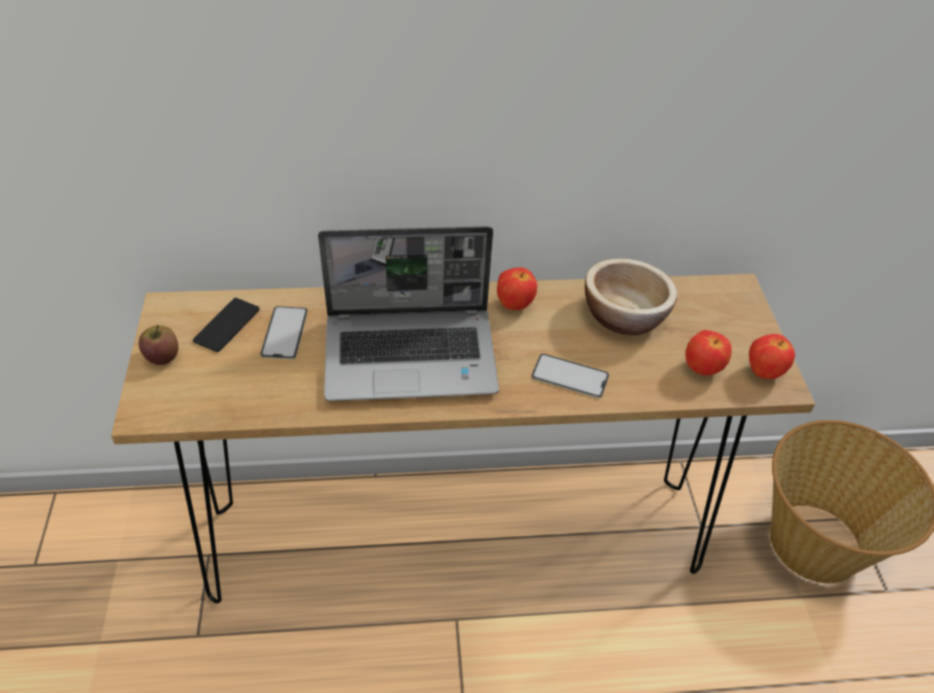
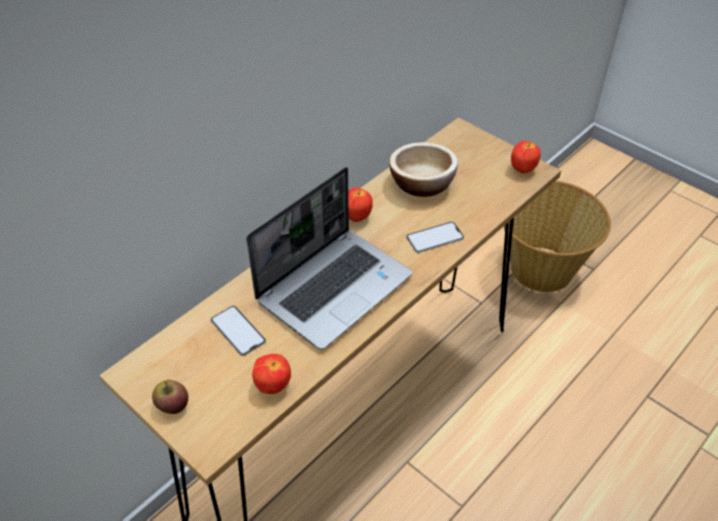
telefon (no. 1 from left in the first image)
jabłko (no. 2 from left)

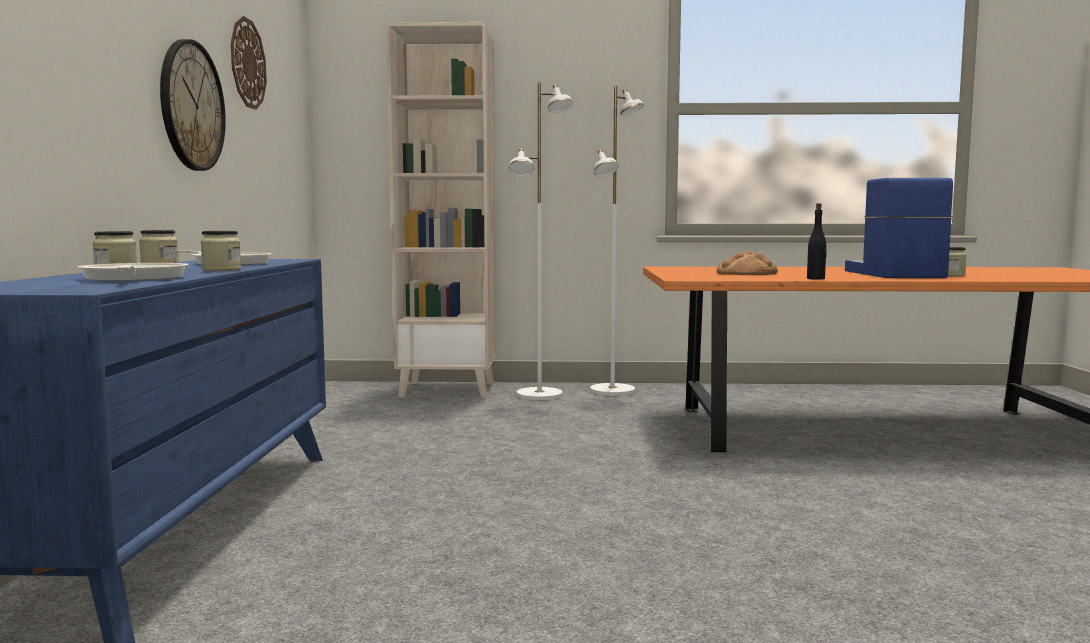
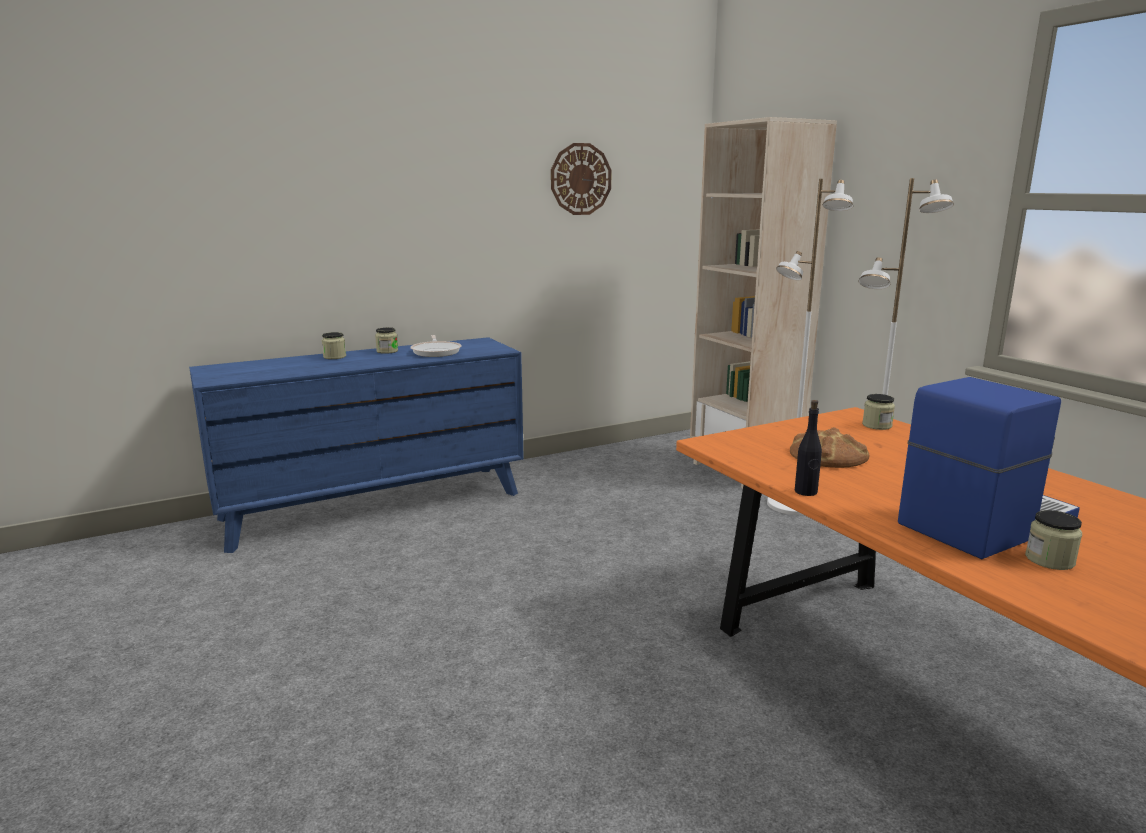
patelnia (no. 1 from left in the first image)
zegar ścienny (no. 1 from left in the first image)
słoik (no. 3 from left)

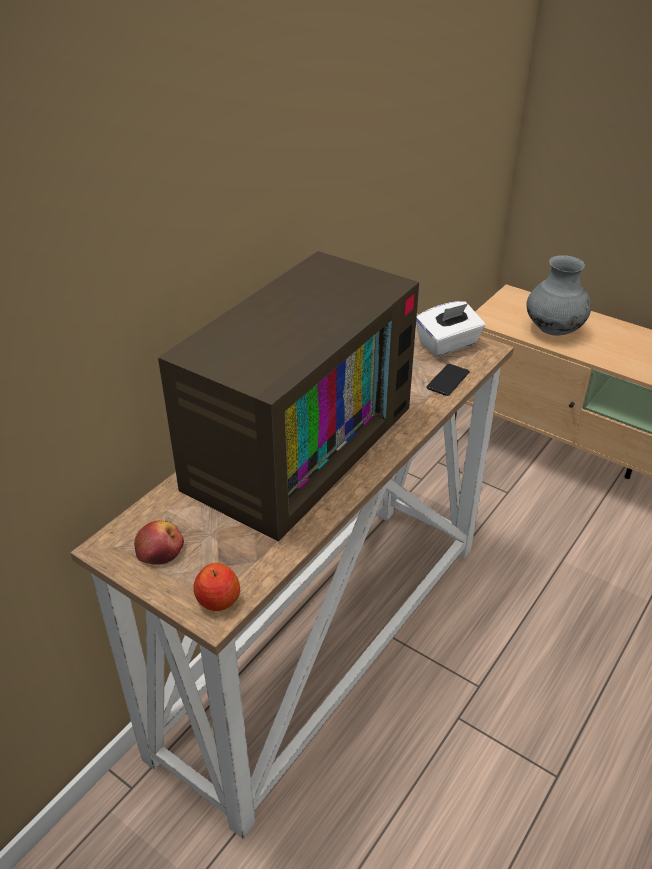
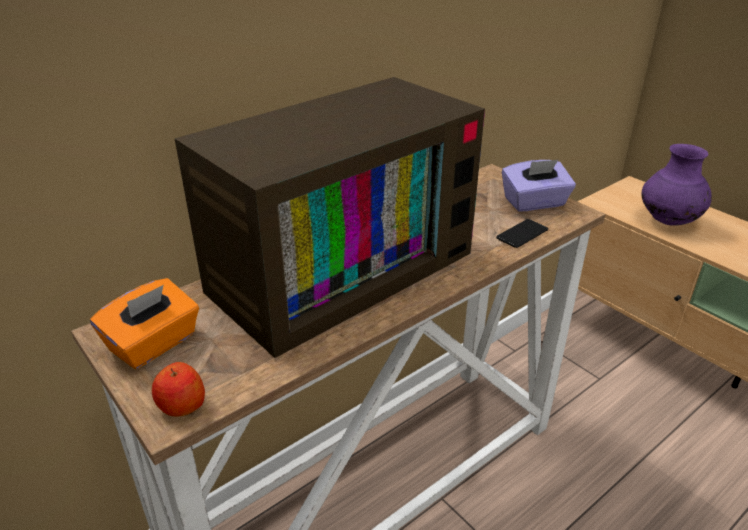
pudełko chusteczek [pomarańczowy]
pudełko chusteczek [fioletowy]
wazon [fioletowy]

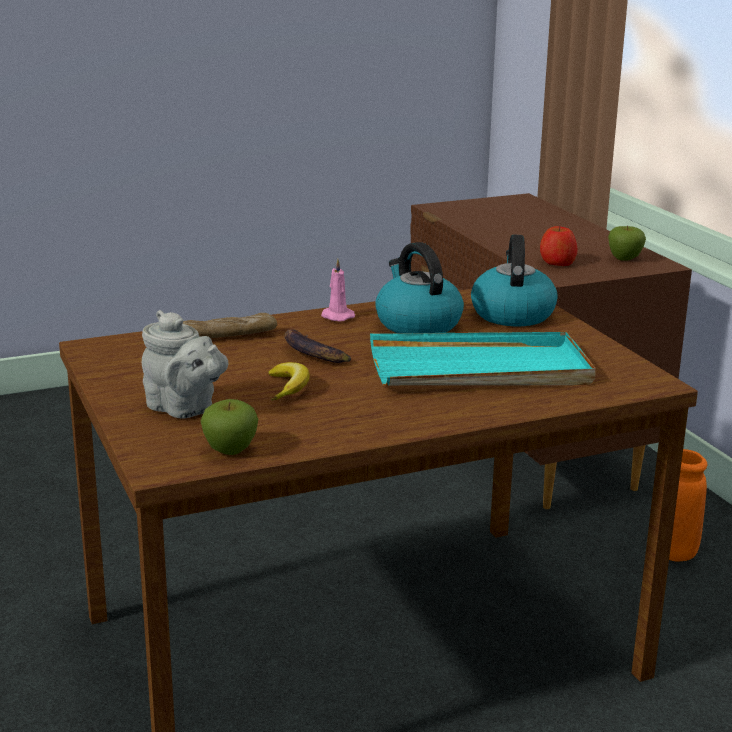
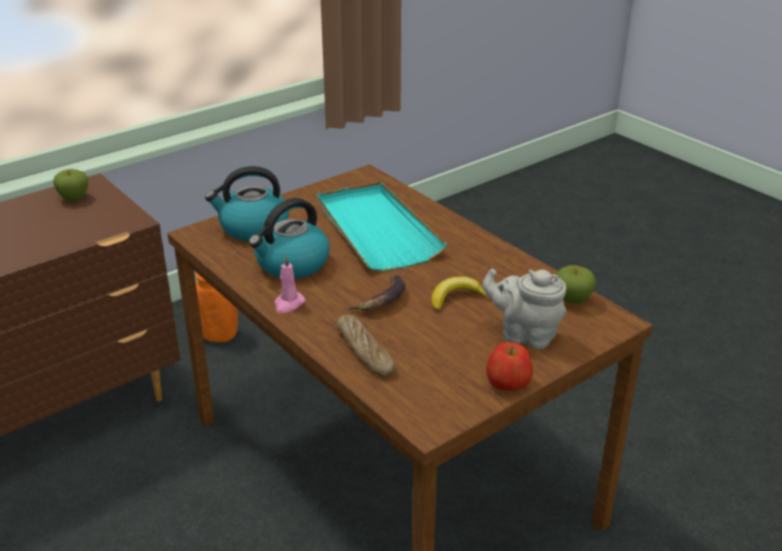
imbryk [szary]
jabłko (no. 2 from left)

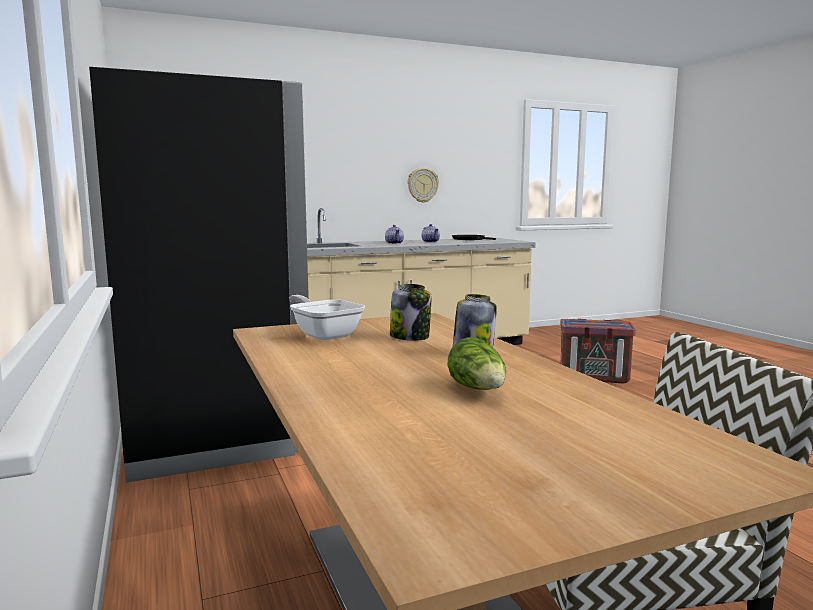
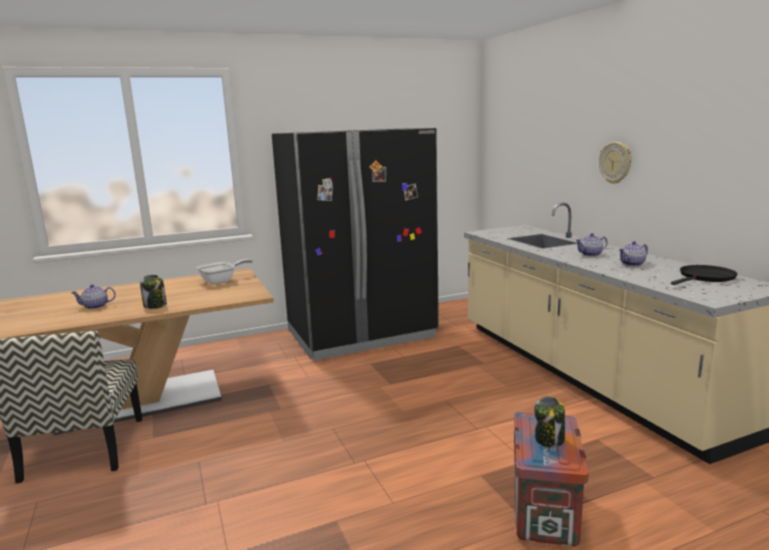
słoik (no. 2 from left)
zegar ścienny
imbryk (no. 1 from left)

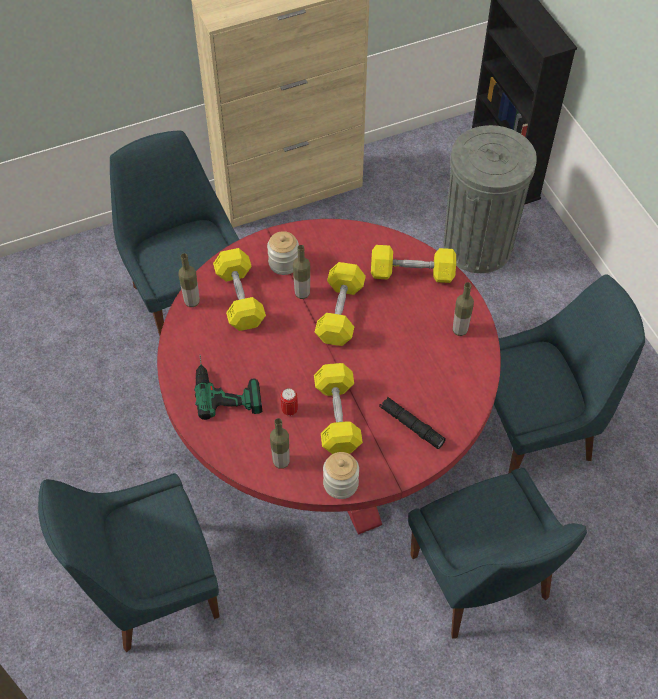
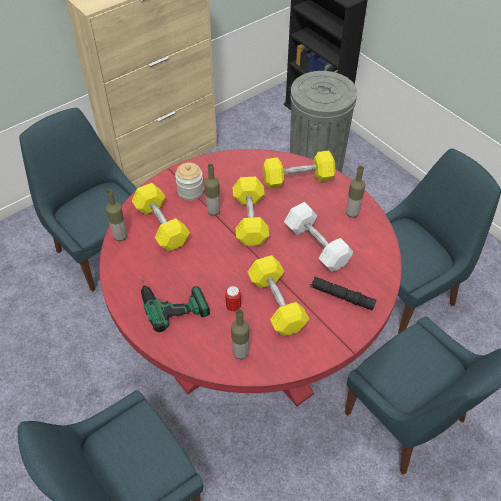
słoik (no. 2 from left in the first image)
hantel [biały]

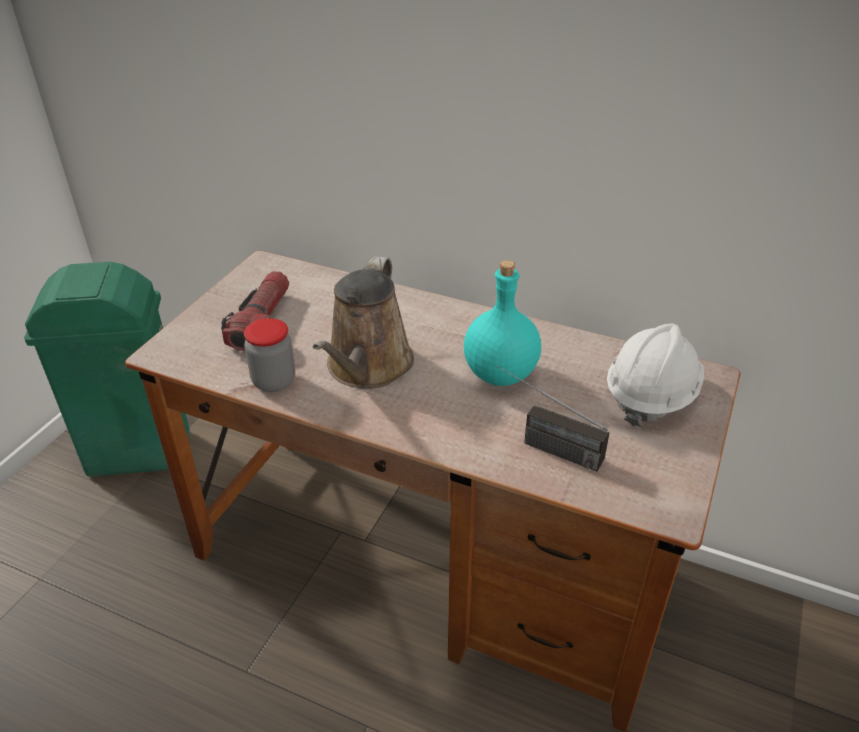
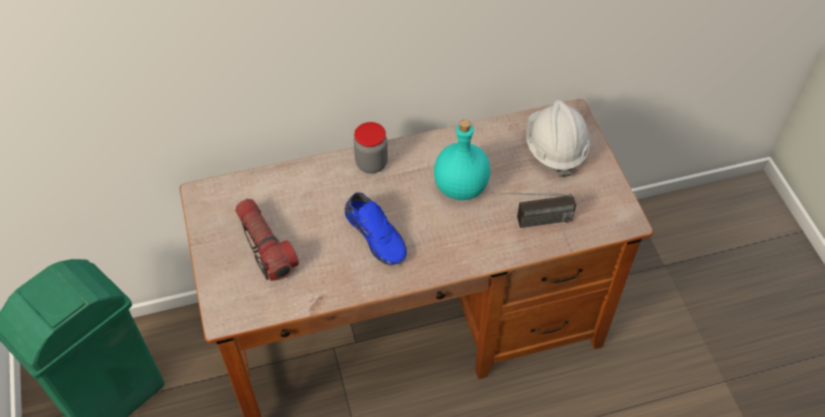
słoik
but [niebieski]

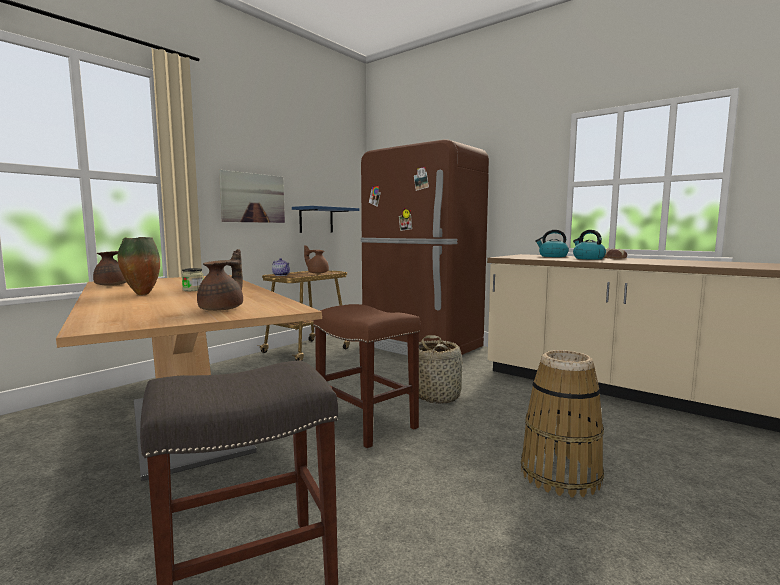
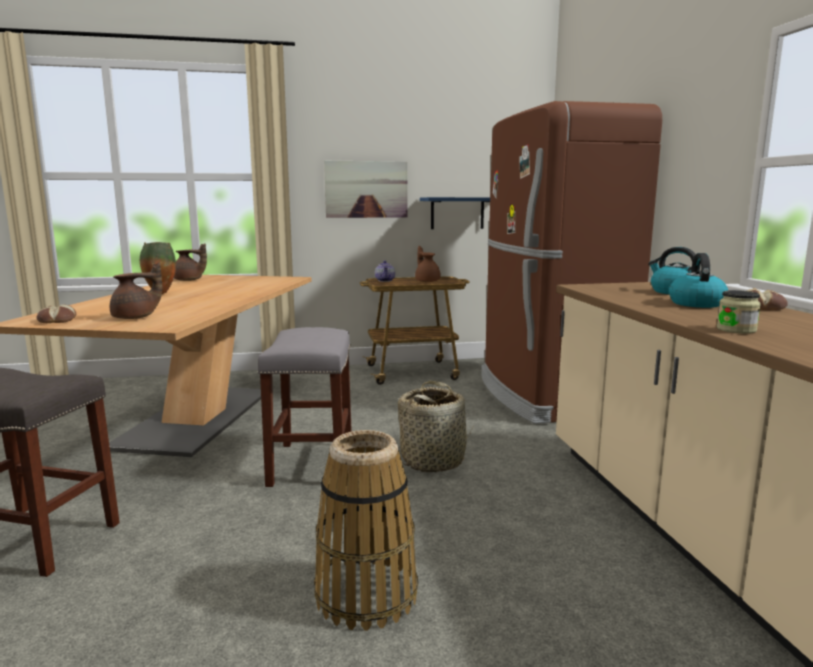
słoik
stołek [szary] (no. 2 from left)
chleb (no. 1 from left)

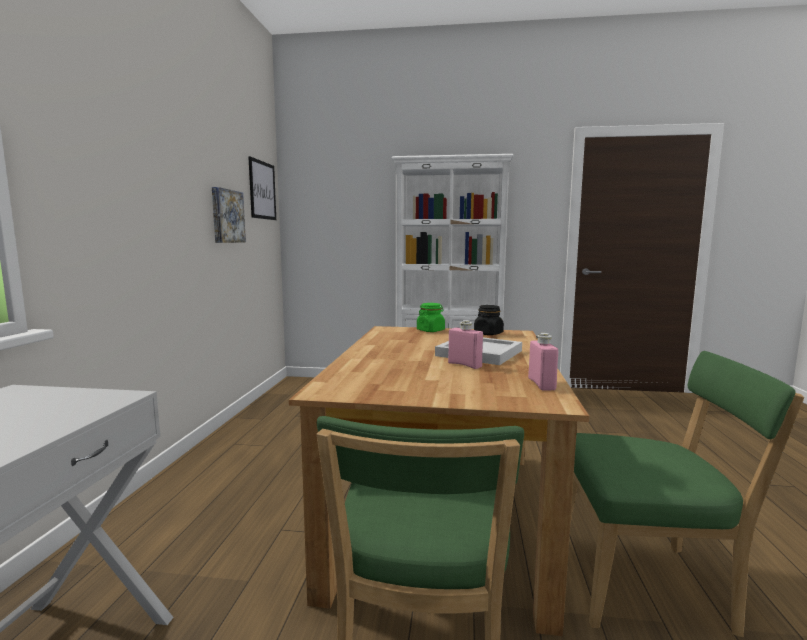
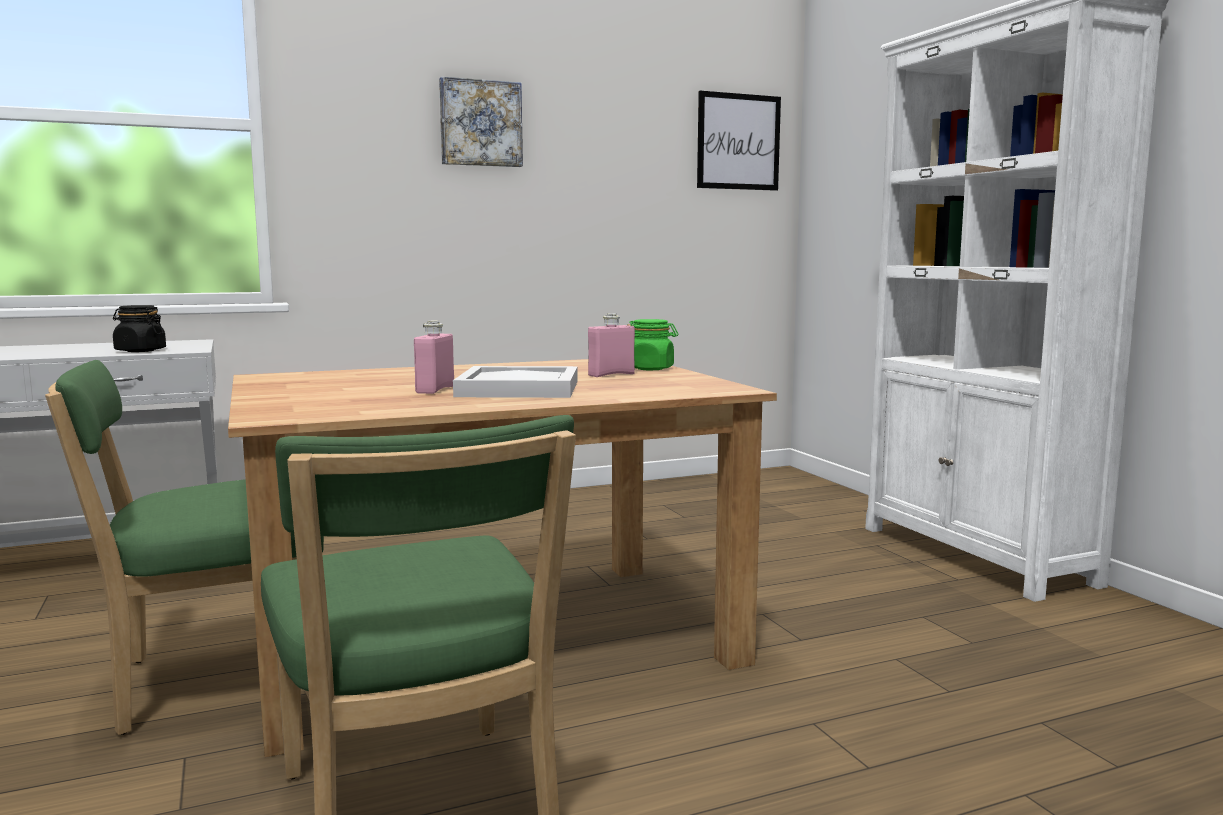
obraz (no. 1 from left)
słoik [czarny]
butelka [różowy] (no. 2 from left)

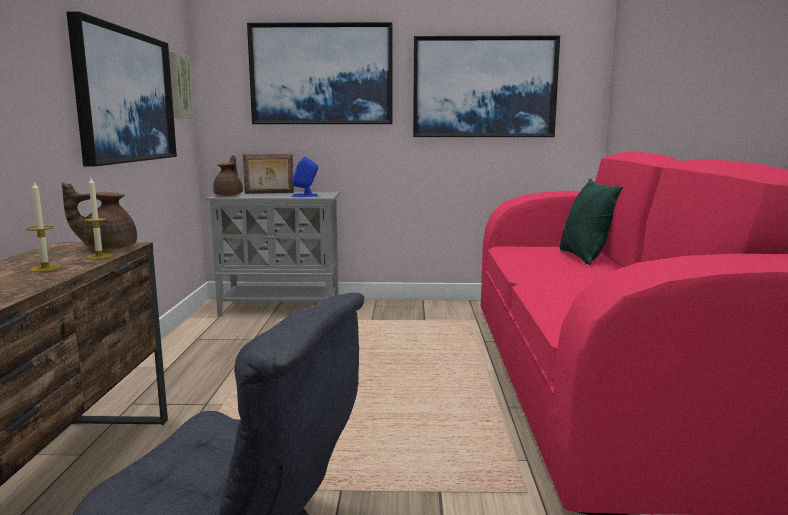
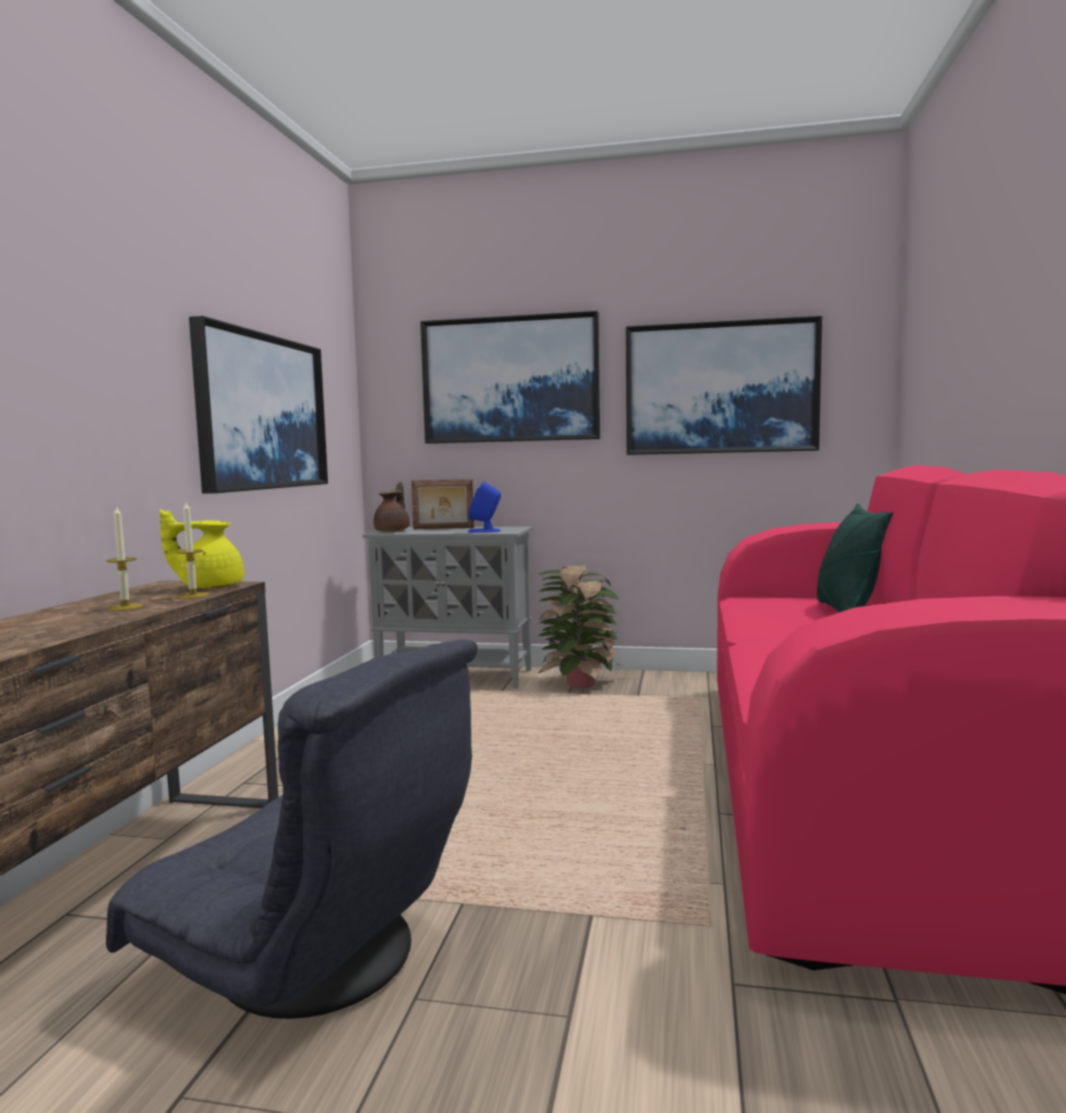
imbryk [żółty]
obraz (no. 2 from left in the first image)
roślina doniczkowa

